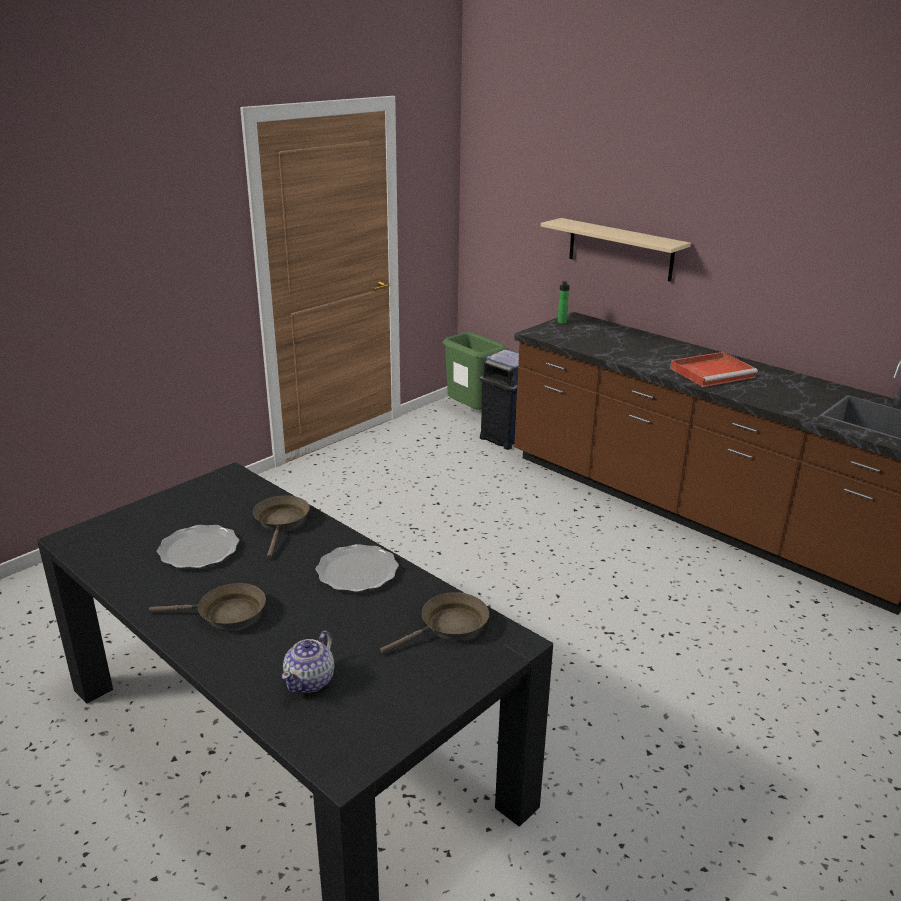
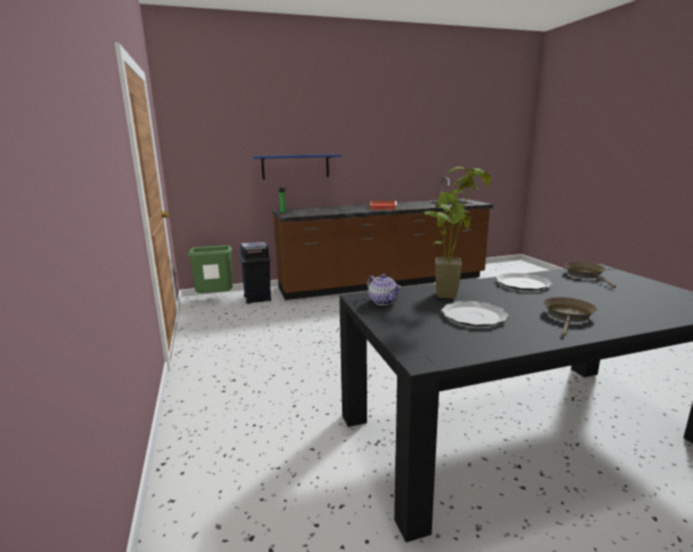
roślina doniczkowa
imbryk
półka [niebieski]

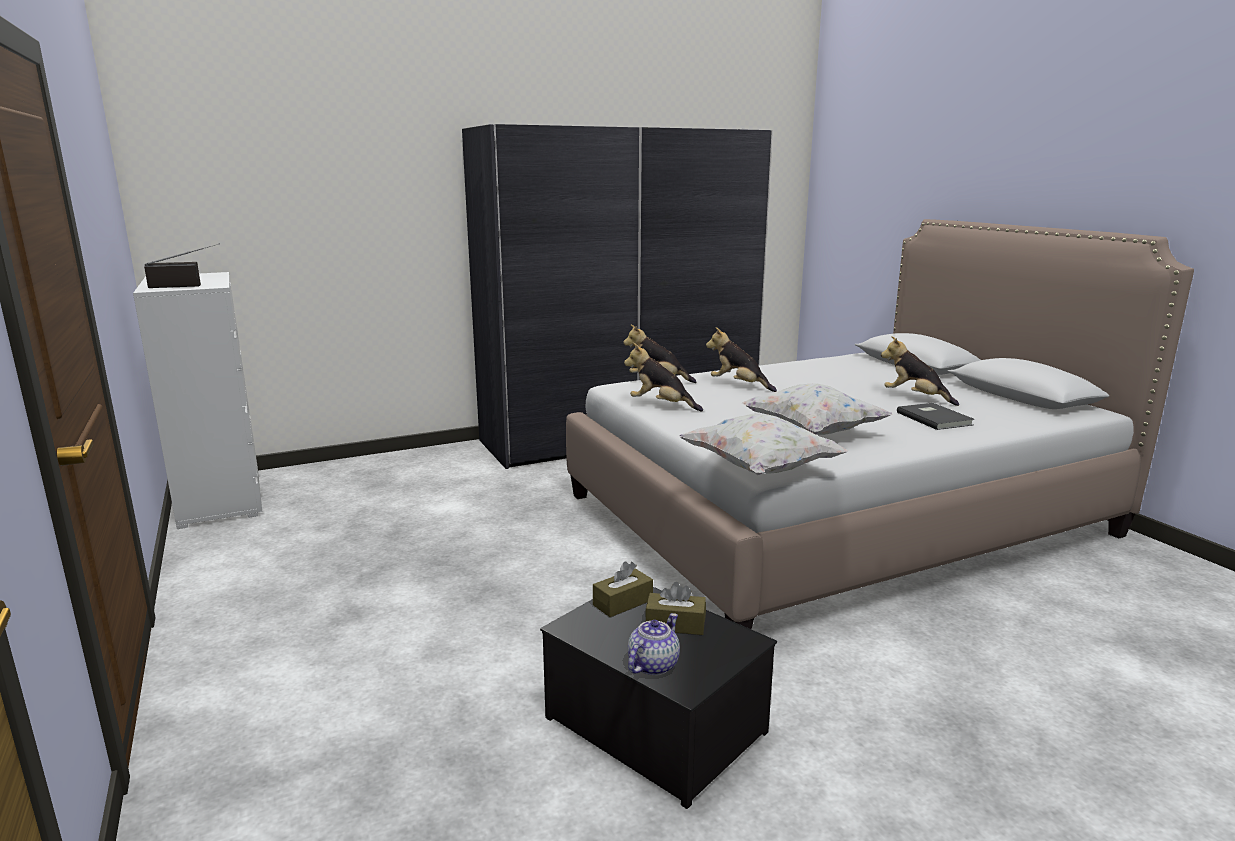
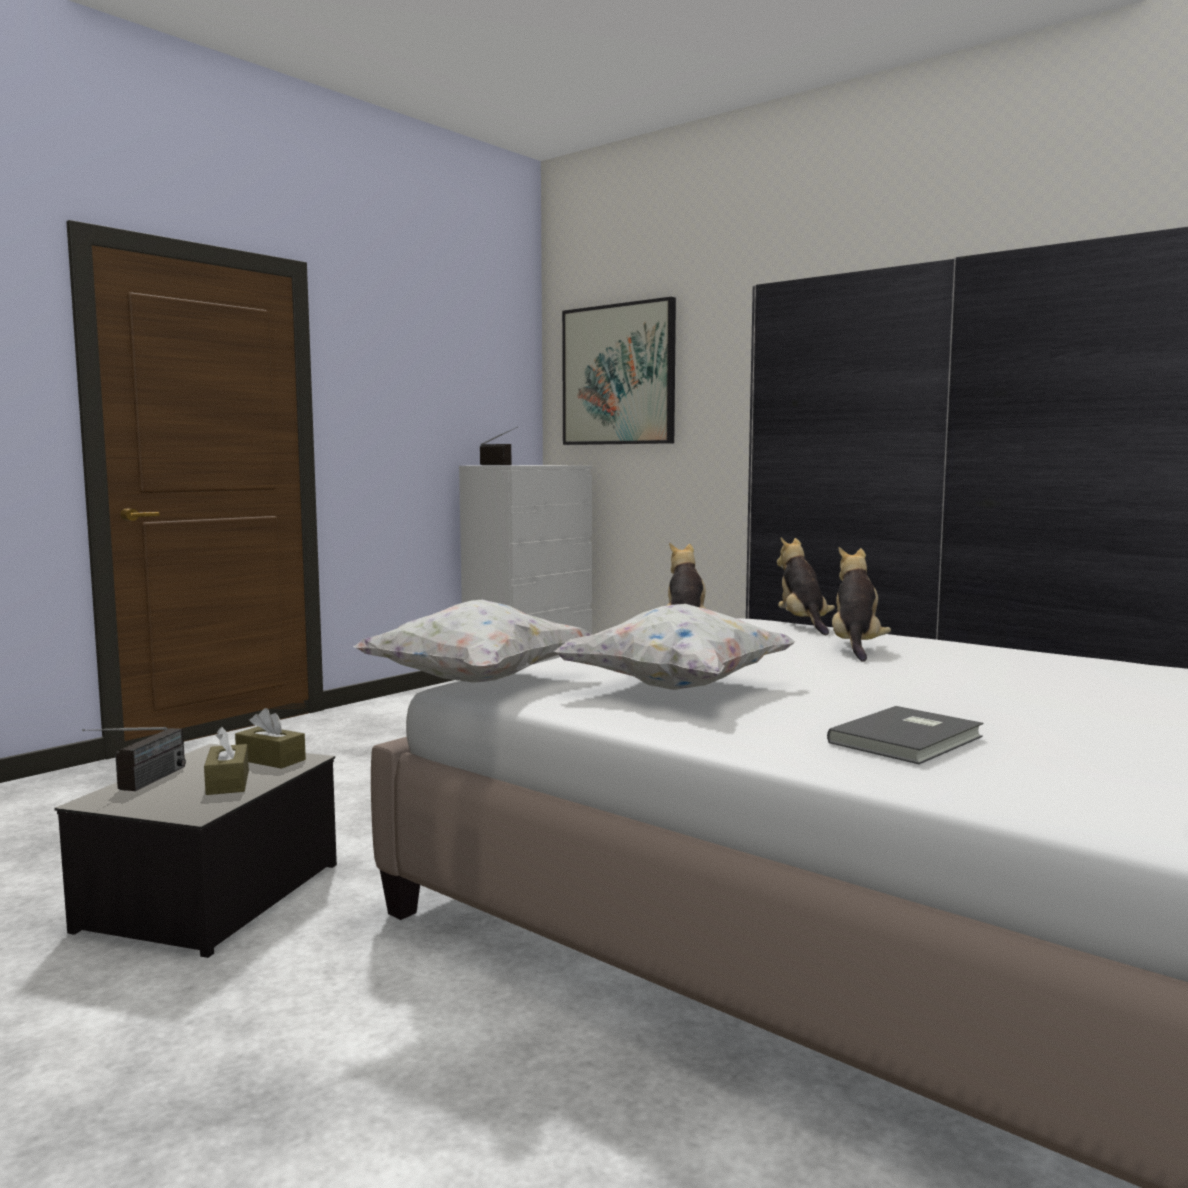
radio (no. 1 from left)
pluszak (no. 4 from left in the first image)
obraz

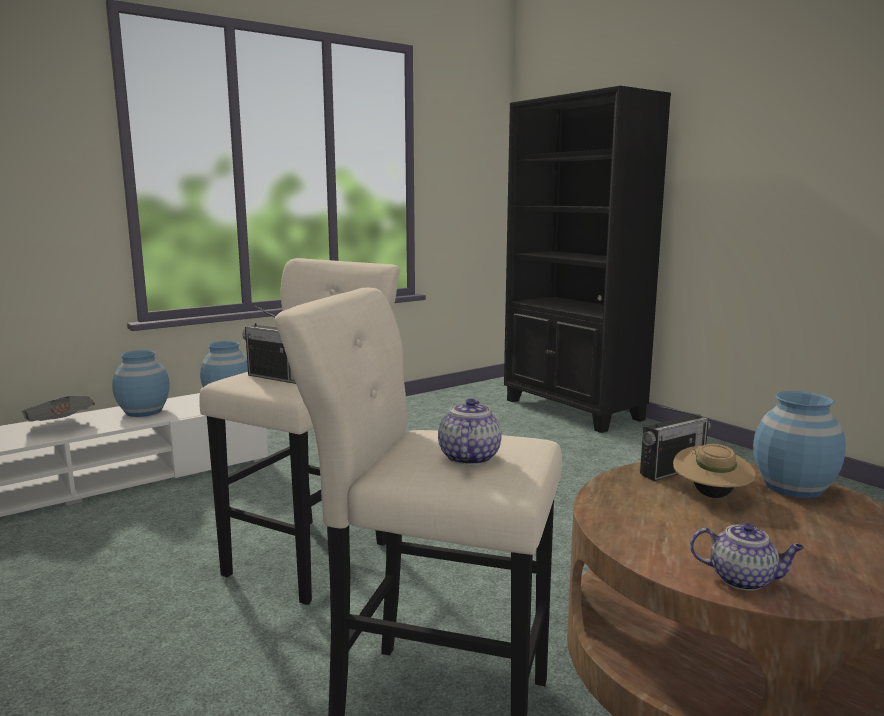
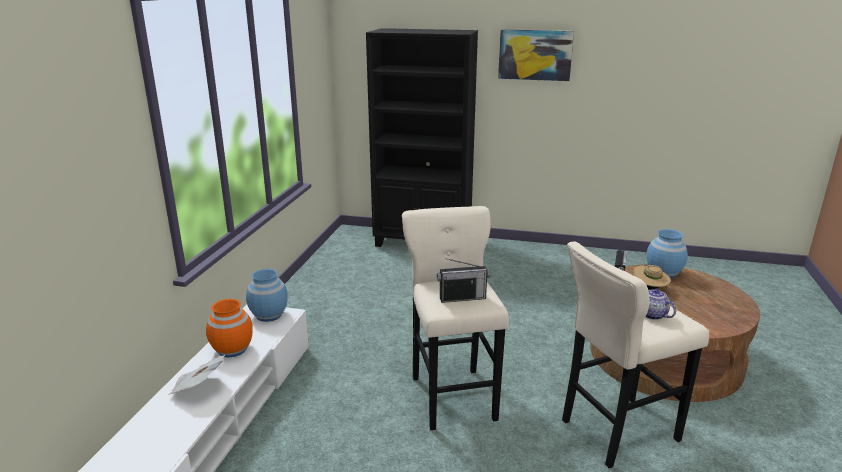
wazon [pomarańczowy]
imbryk (no. 2 from left in the first image)
obraz

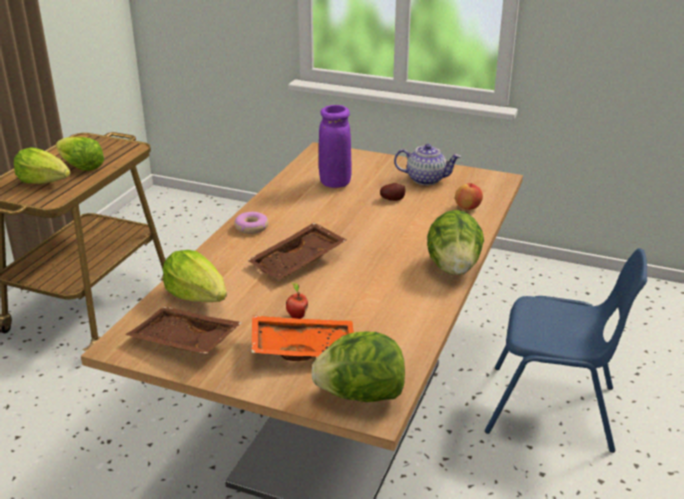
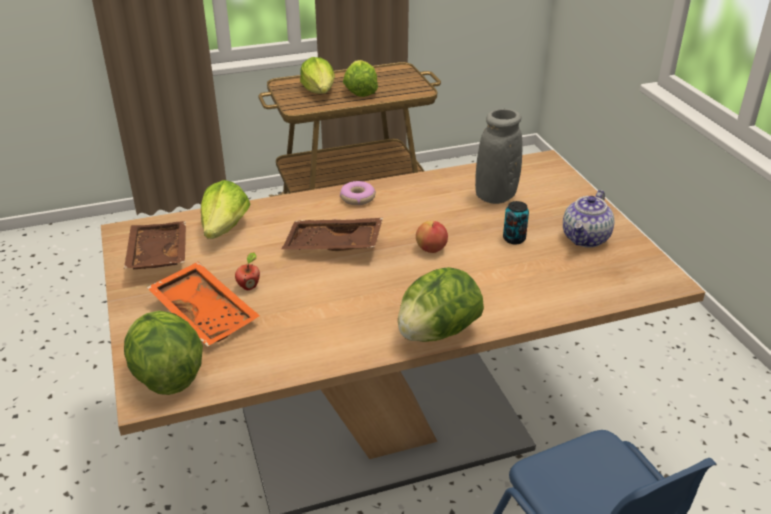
wazon [szary]
puszka
imbryk
jabłko (no. 2 from left)

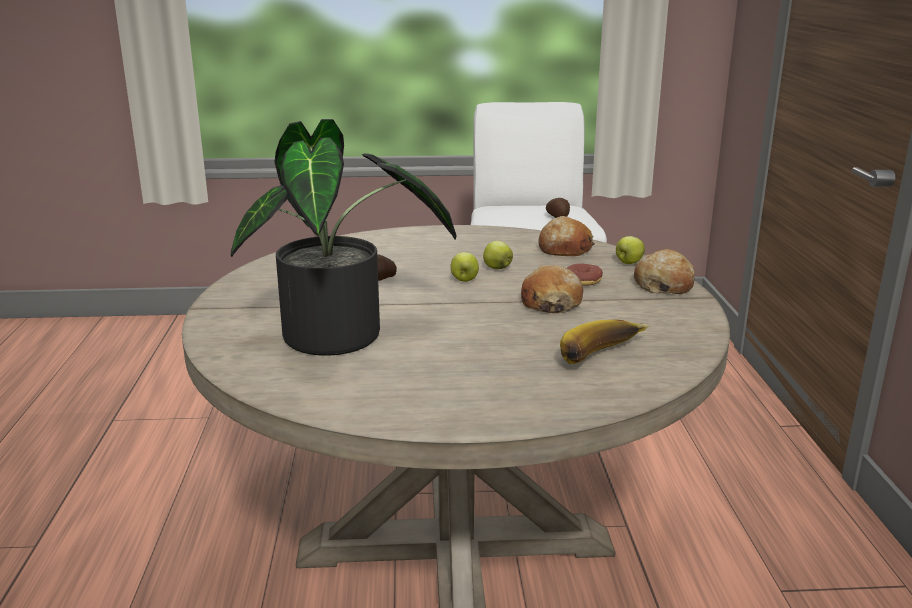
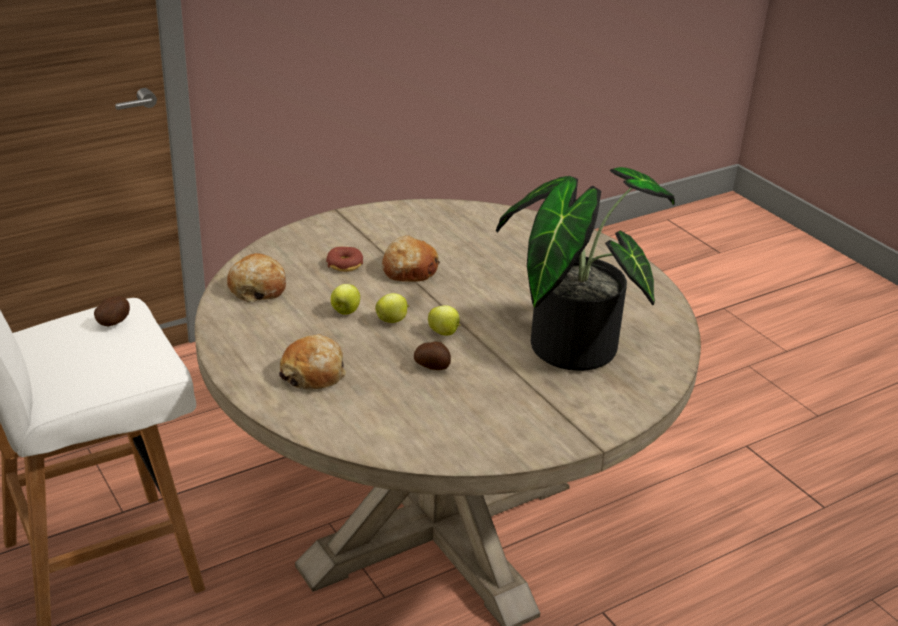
banan
jabłko (no. 3 from left)
chleb (no. 2 from left)

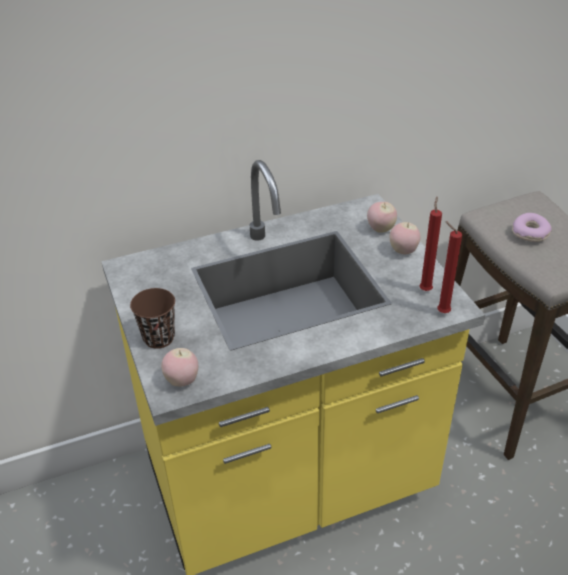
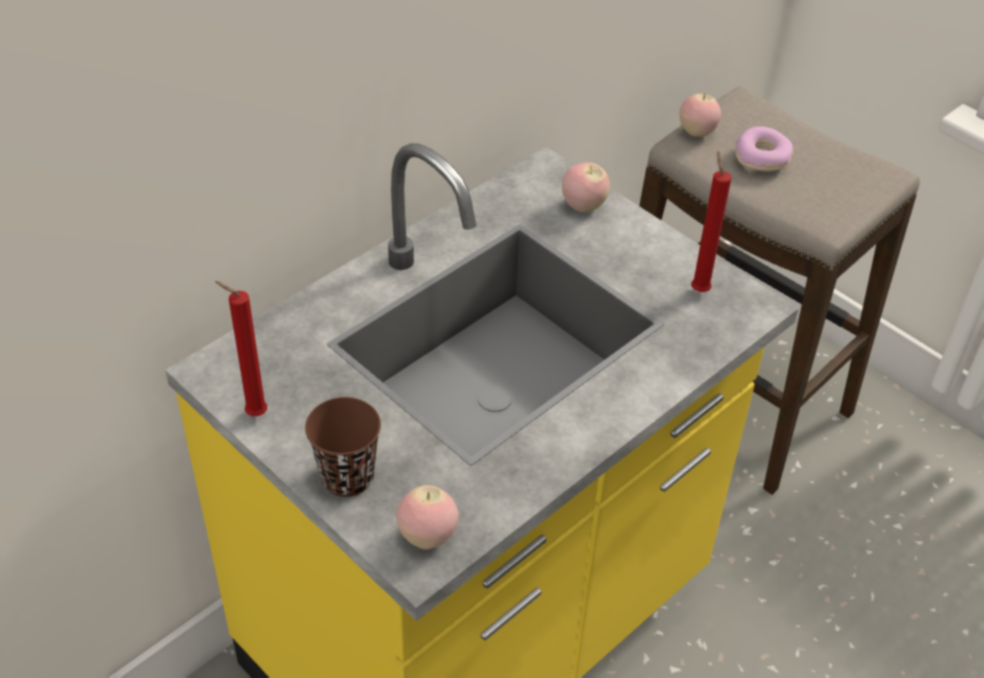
jabłko (no. 3 from left)
świeca [czerwony] (no. 1 from left)

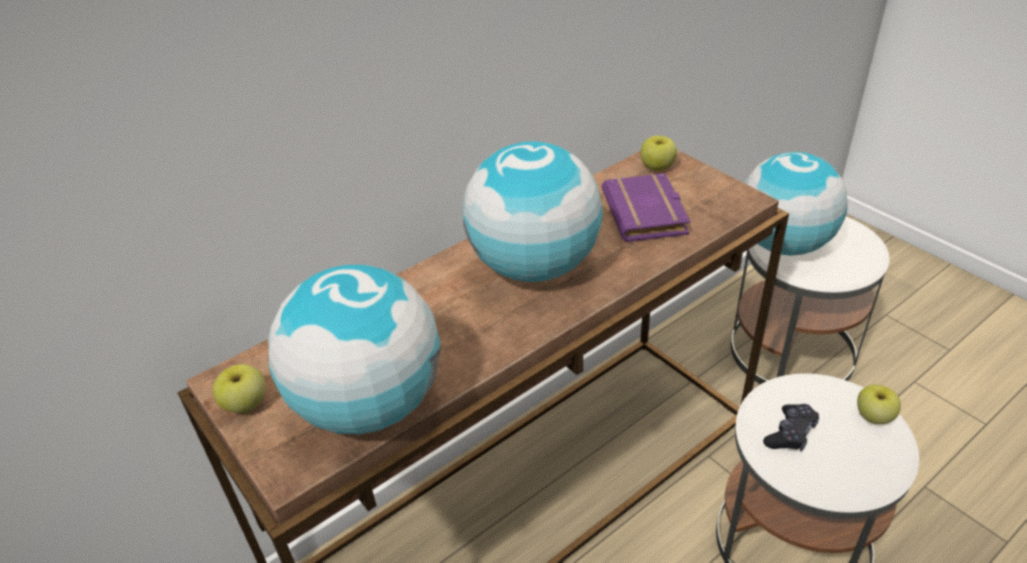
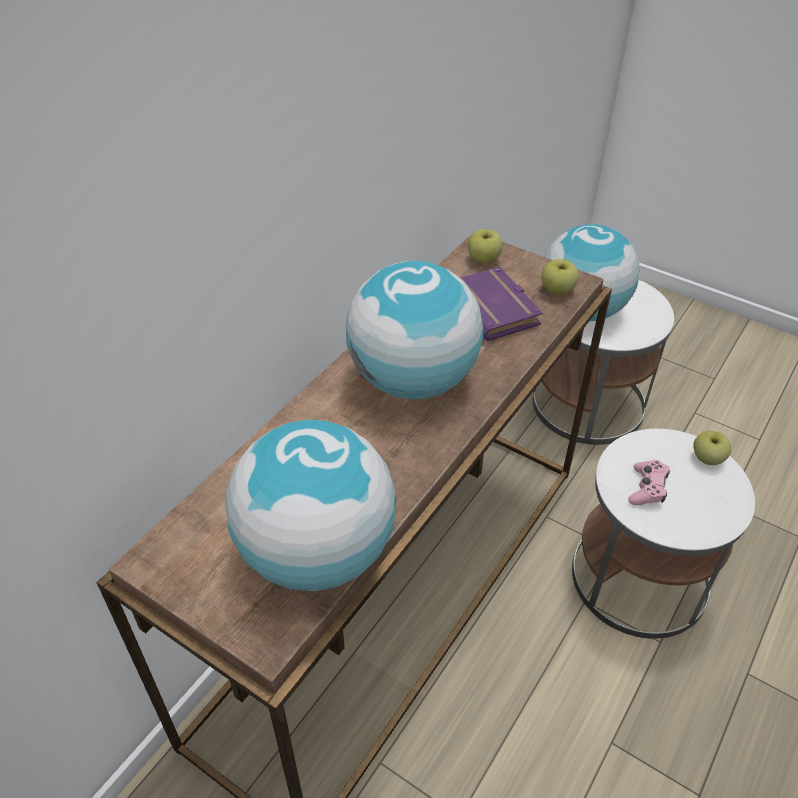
jabłko (no. 2 from left)
pad do gier [różowy]

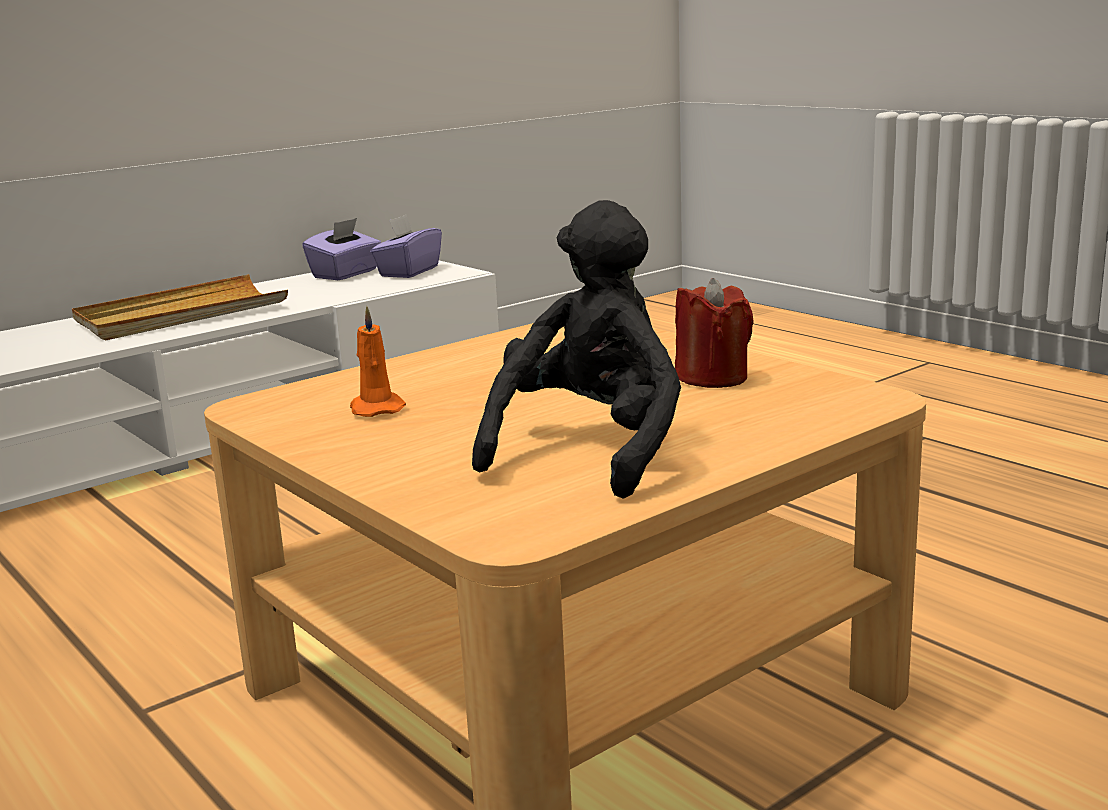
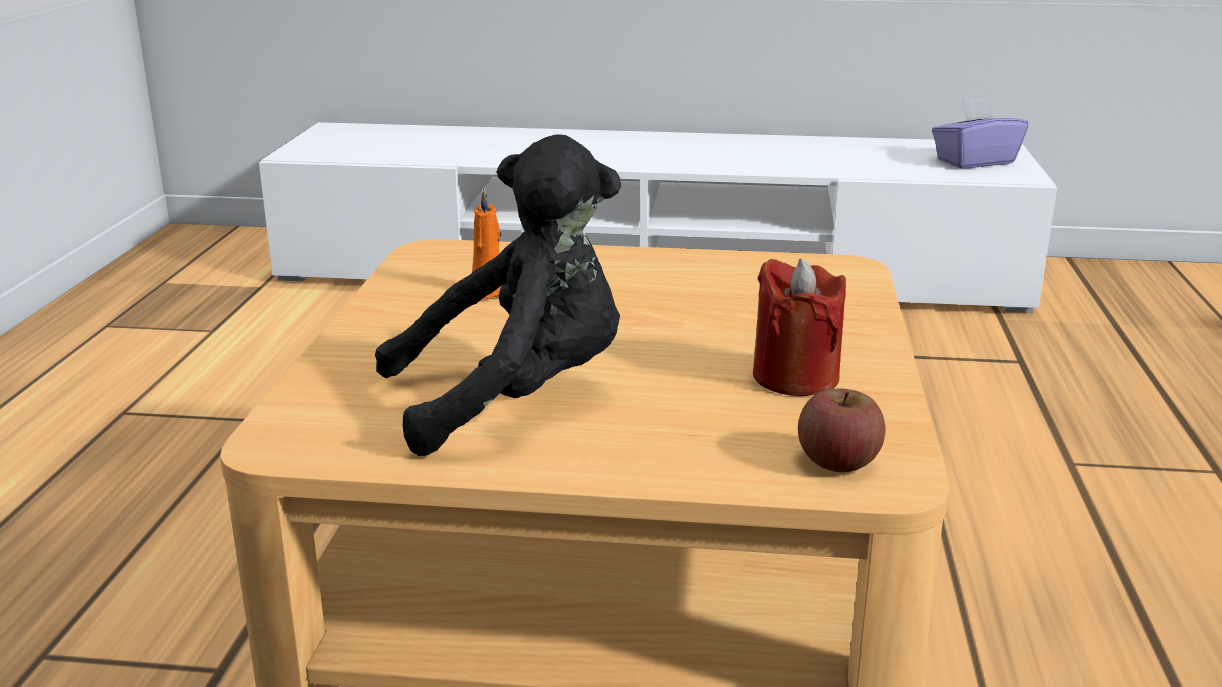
taca [beżowy]
pudełko chusteczek [fioletowy] (no. 1 from left in the first image)
jabłko

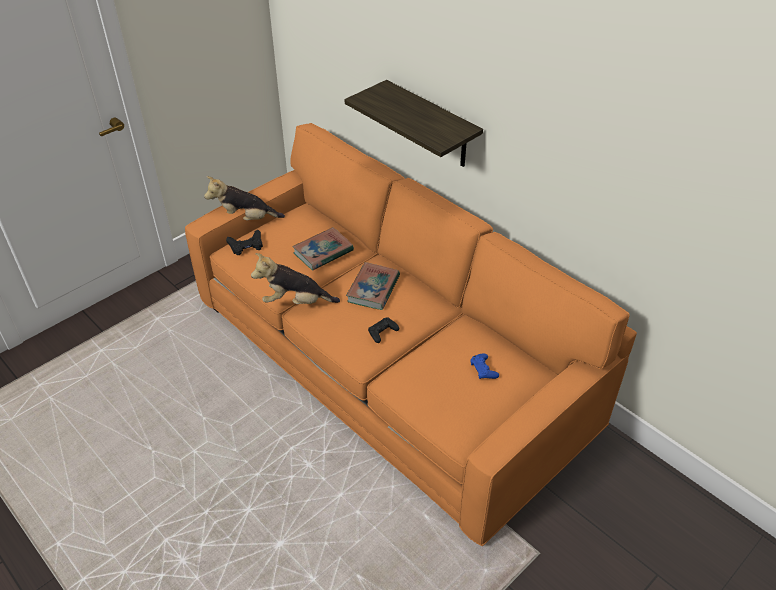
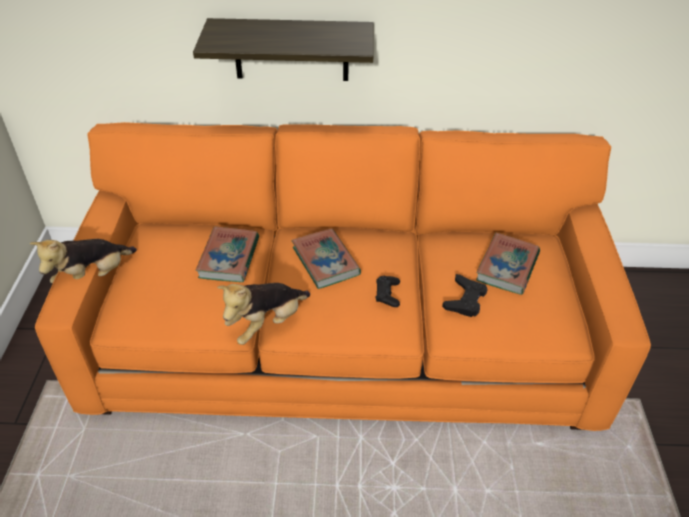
pad do gier [czarny] (no. 2 from left)
książka (no. 3 from left)

